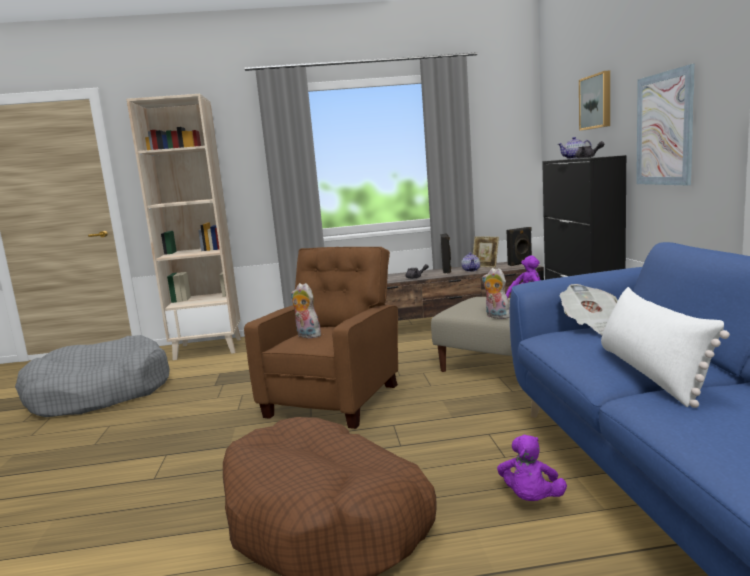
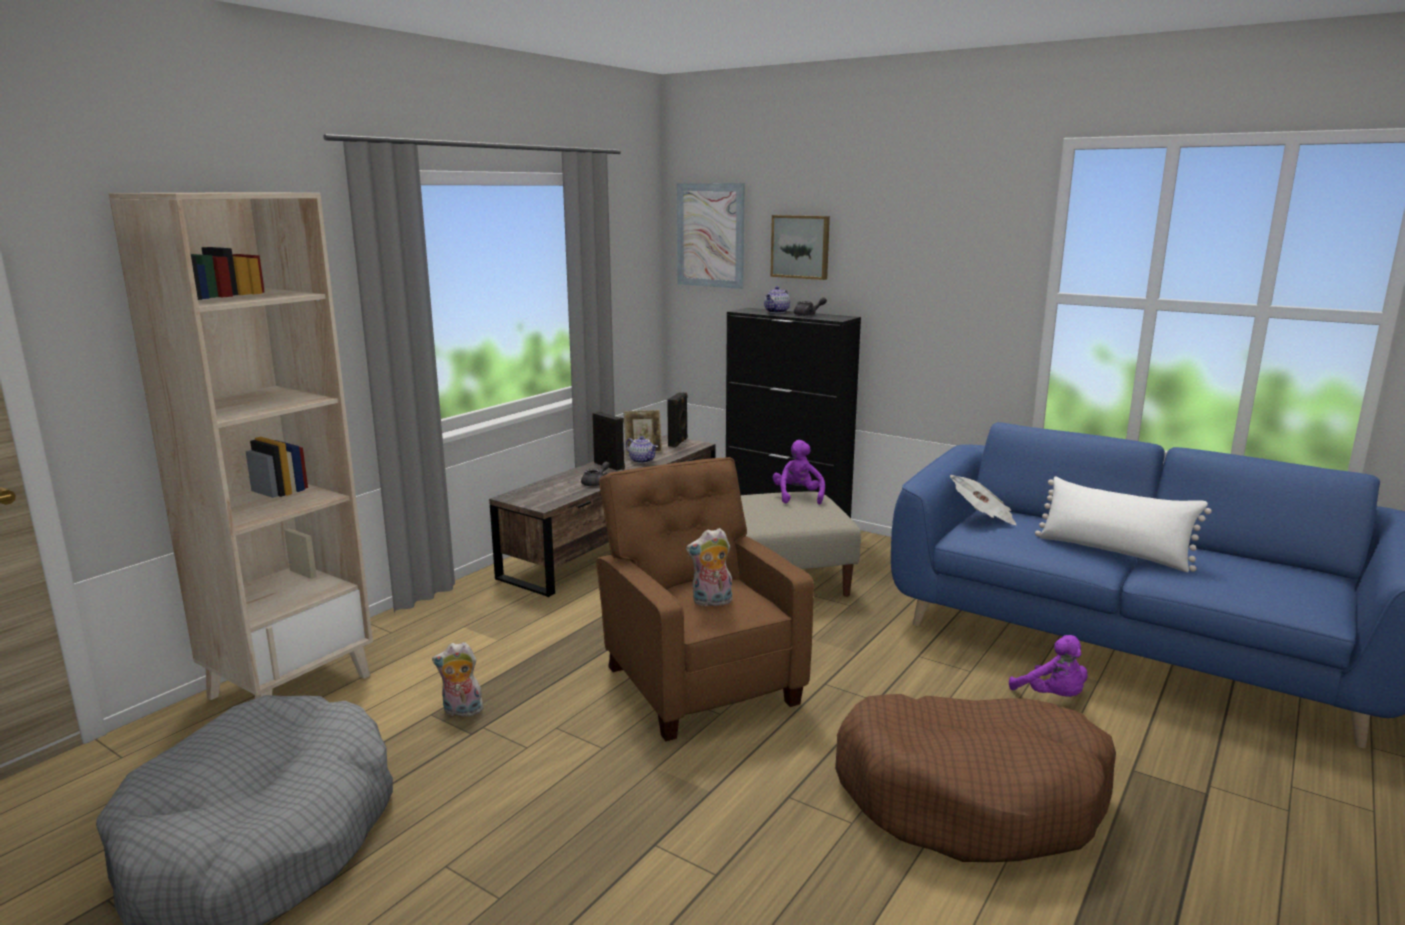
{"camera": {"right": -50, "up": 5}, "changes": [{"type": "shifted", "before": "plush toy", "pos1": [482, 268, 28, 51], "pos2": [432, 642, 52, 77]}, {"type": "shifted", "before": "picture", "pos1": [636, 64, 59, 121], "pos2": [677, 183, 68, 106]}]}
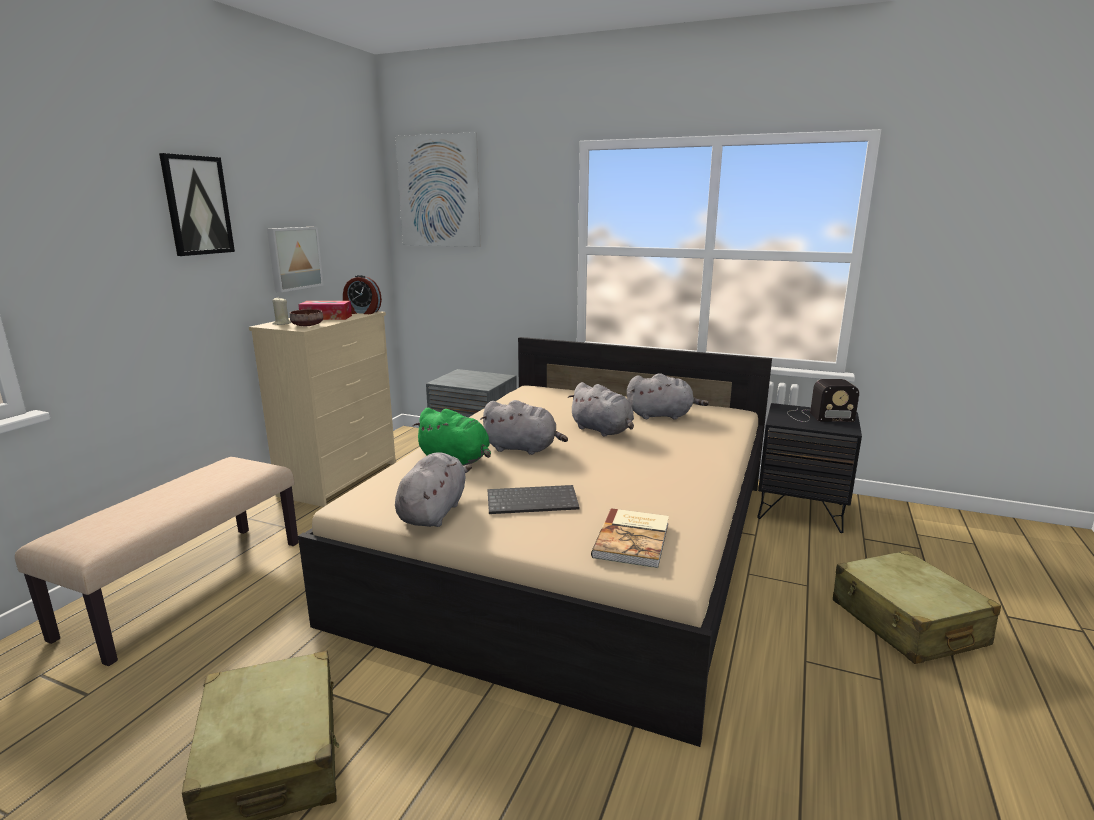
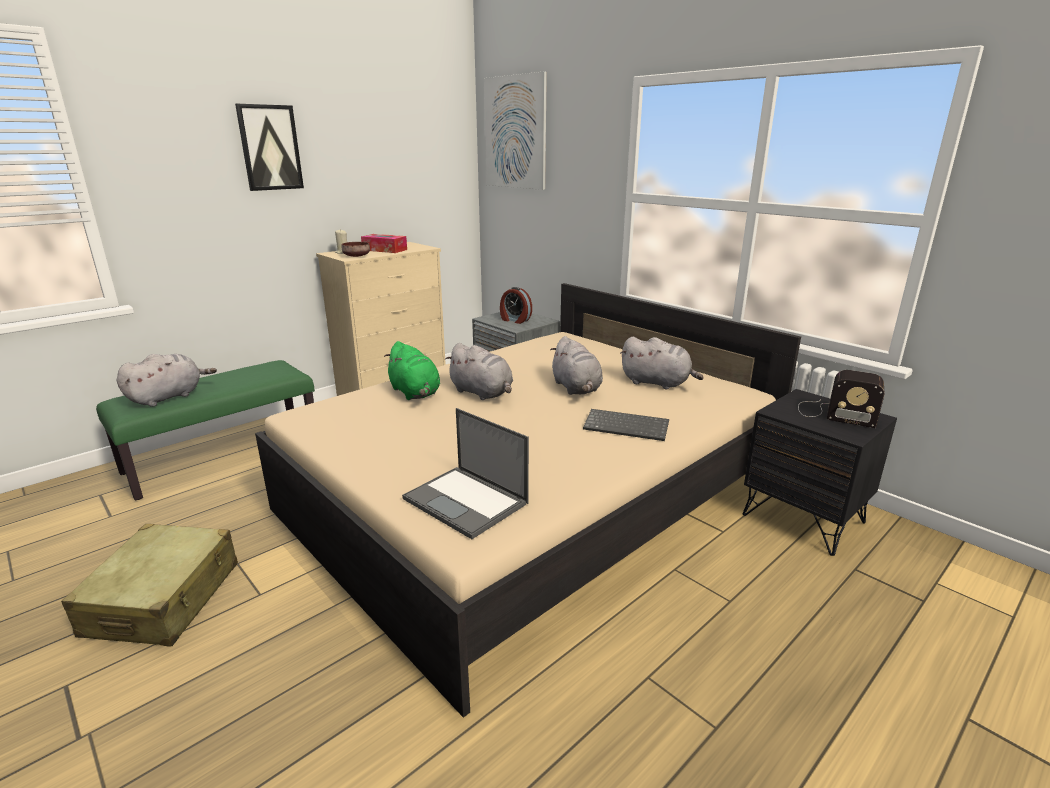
{"camera": {"right": 25, "up": 5}, "changes": [{"type": "gone", "before": "picture", "pos1": [267, 227, 57, 65]}, {"type": "gone", "before": "suitcase (beige-coloured)", "pos1": [833, 550, 168, 114]}, {"type": "shifted", "before": "alarm clock", "pos1": [343, 275, 39, 39], "pos2": [500, 287, 32, 37]}, {"type": "shifted", "before": "plush toy (grey)", "pos1": [395, 452, 77, 75], "pos2": [117, 354, 100, 53]}, {"type": "shifted", "before": "computer keyboard", "pos1": [488, 485, 91, 29], "pos2": [583, 409, 86, 32]}, {"type": "swapped", "before": "book", "after": "laptop", "pos1": [591, 508, 78, 60], "pos2": [402, 408, 127, 131]}, {"type": "repainted", "before": "bench (beige-coloured)", "after": "bench (green-coloured)", "pos1": [15, 457, 284, 209], "pos2": [96, 360, 219, 141]}]}
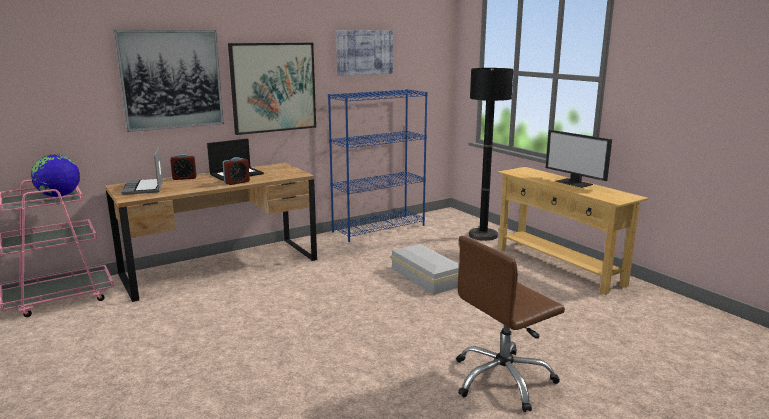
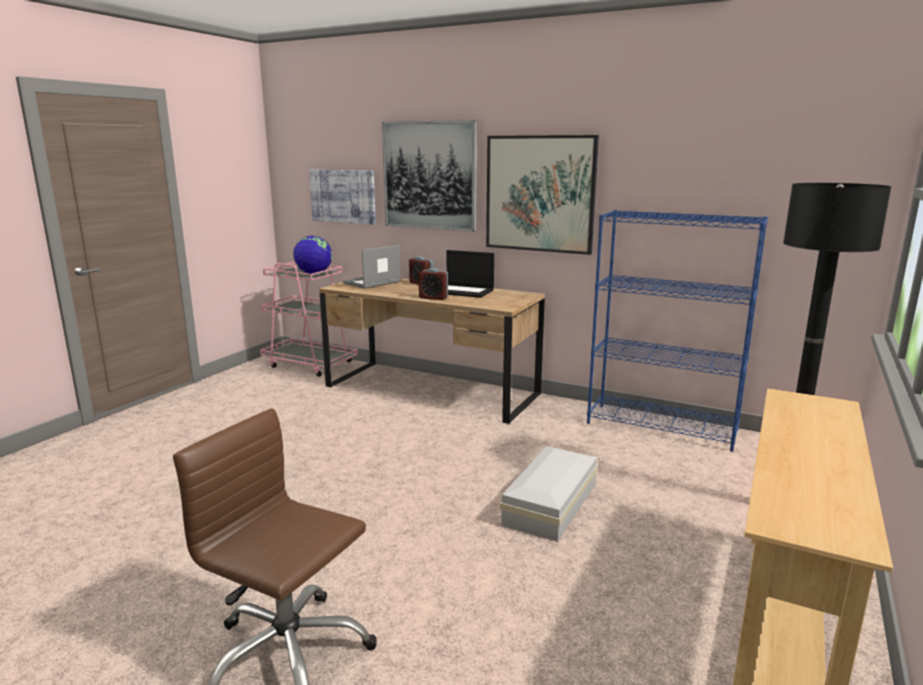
{"camera": {"right": 60, "up": 0}, "changes": [{"type": "gone", "before": "computer screen", "pos1": [546, 130, 66, 58]}, {"type": "shifted", "before": "picture", "pos1": [336, 30, 57, 46], "pos2": [309, 169, 67, 56]}]}
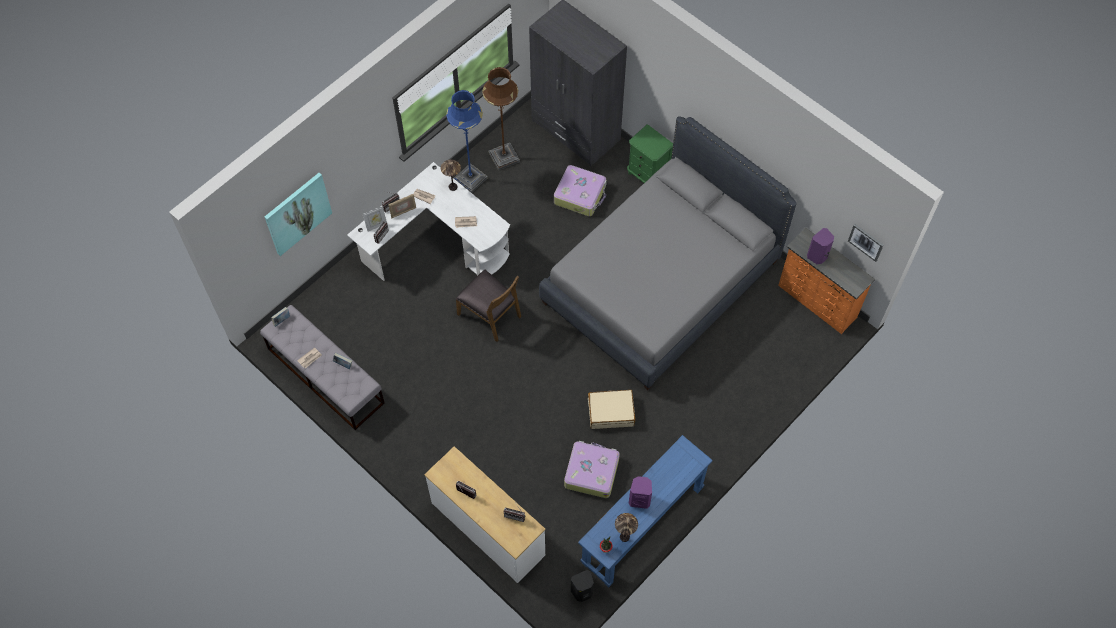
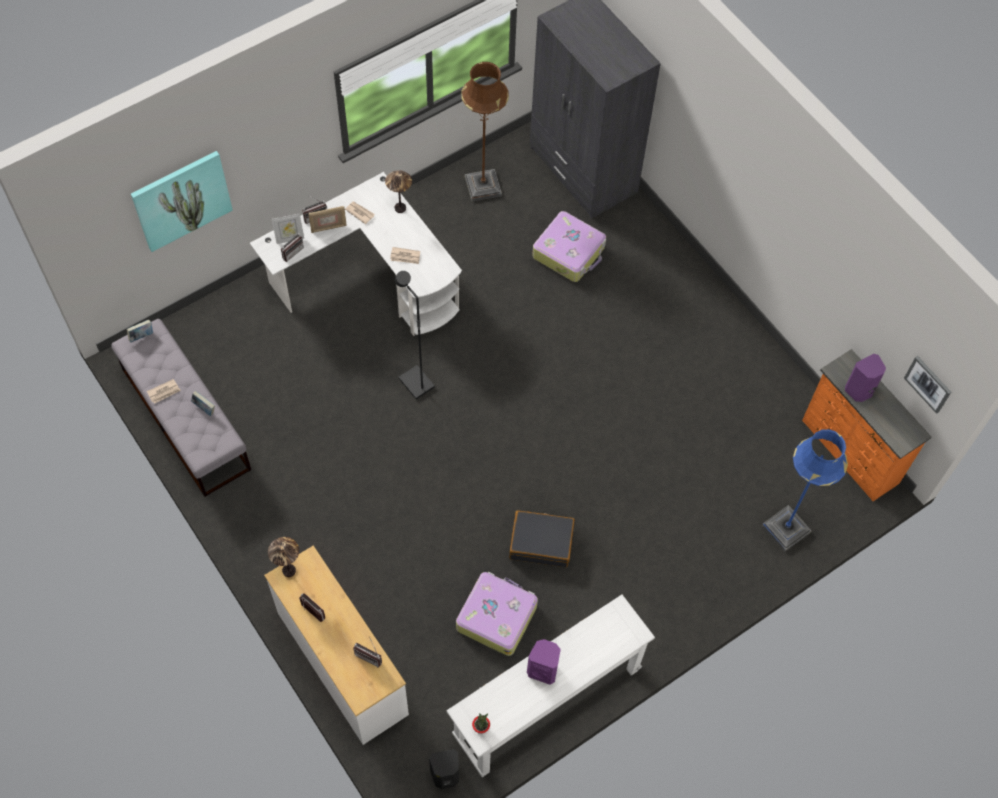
{"camera": {"right": 10, "up": 0}, "changes": [{"type": "gone", "before": "bed (grey)", "pos1": [539, 116, 258, 274]}, {"type": "gone", "before": "bedside table (green-coloured)", "pos1": [627, 124, 46, 59]}, {"type": "shifted", "before": "standard lamp (blue-coloured)", "pos1": [446, 90, 42, 103], "pos2": [762, 429, 86, 123]}, {"type": "shifted", "before": "table lamp", "pos1": [615, 513, 23, 29], "pos2": [268, 537, 31, 40]}, {"type": "swapped", "before": "upright chair (brown-coloured)", "after": "standard lamp (blackish)", "pos1": [456, 270, 65, 72], "pos2": [395, 271, 40, 128]}, {"type": "repainted", "before": "narrow table (blue-coloured)", "after": "narrow table (whitish)", "pos1": [578, 435, 135, 152], "pos2": [447, 594, 208, 183]}, {"type": "repainted", "before": "suitcase (beige-coloured)", "after": "suitcase (blackish)", "pos1": [588, 390, 47, 39], "pos2": [509, 510, 66, 57]}]}
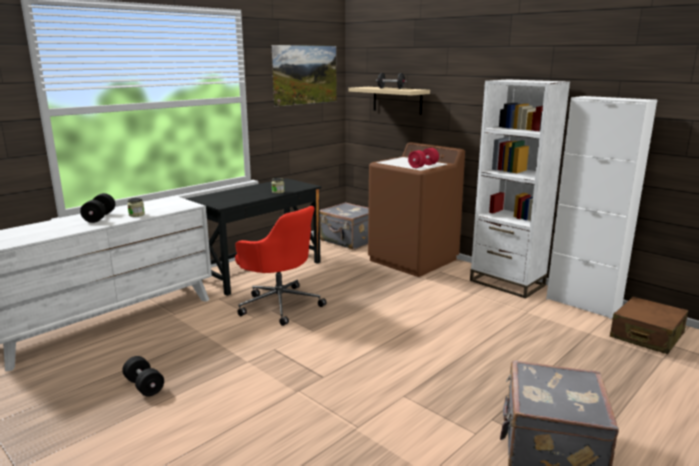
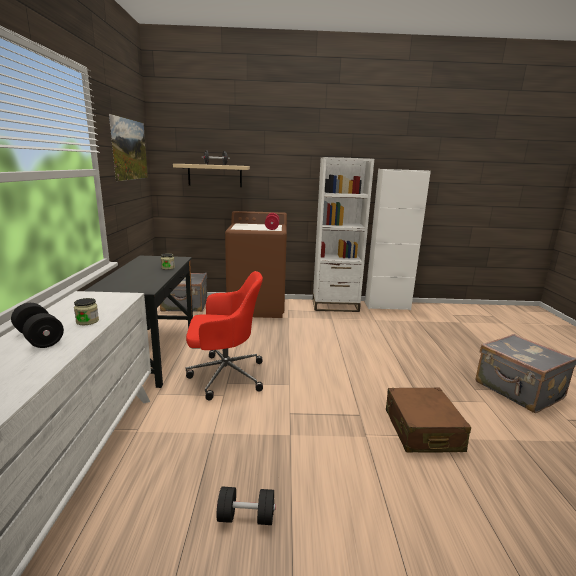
{"camera": {"right": -45, "up": 0}, "changes": [{"type": "shifted", "before": "suitcase (brown-coloured)", "pos1": [610, 297, 78, 57], "pos2": [386, 387, 85, 66]}]}
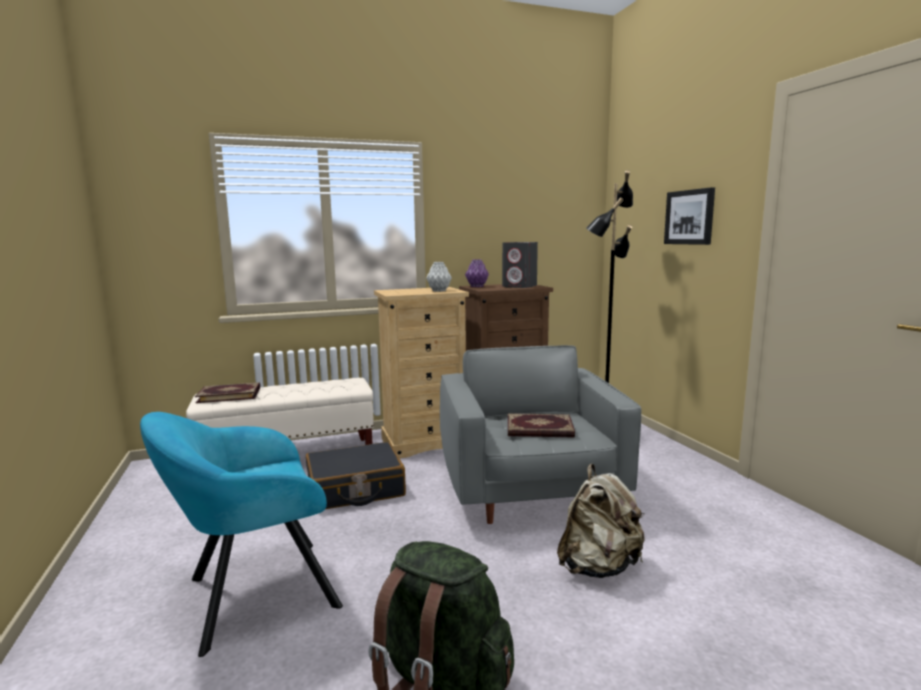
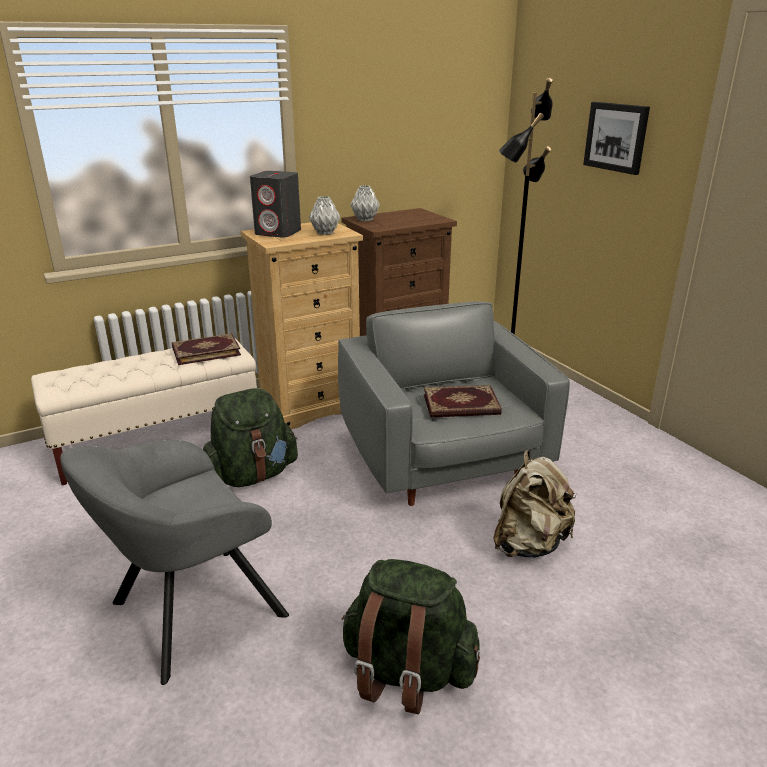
{"camera": {"right": -10, "up": 15}, "changes": [{"type": "shifted", "before": "book", "pos1": [195, 382, 65, 21], "pos2": [172, 333, 69, 32]}, {"type": "shifted", "before": "audio speaker (grey)", "pos1": [502, 242, 36, 46], "pos2": [250, 171, 51, 67]}, {"type": "swapped", "before": "suitcase (blackish)", "after": "knapsack (green-coloured)", "pos1": [306, 442, 100, 67], "pos2": [203, 388, 95, 99]}, {"type": "repainted", "before": "armchair (turquoise-coloured)", "after": "armchair (grey)", "pos1": [140, 412, 203, 245], "pos2": [60, 440, 229, 245]}, {"type": "repainted", "before": "decorative vase (purple)", "after": "decorative vase (grey)", "pos1": [465, 259, 24, 28], "pos2": [350, 185, 30, 36]}]}
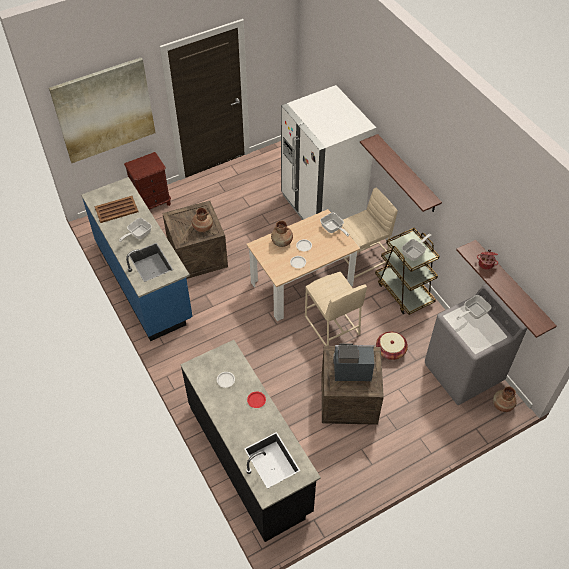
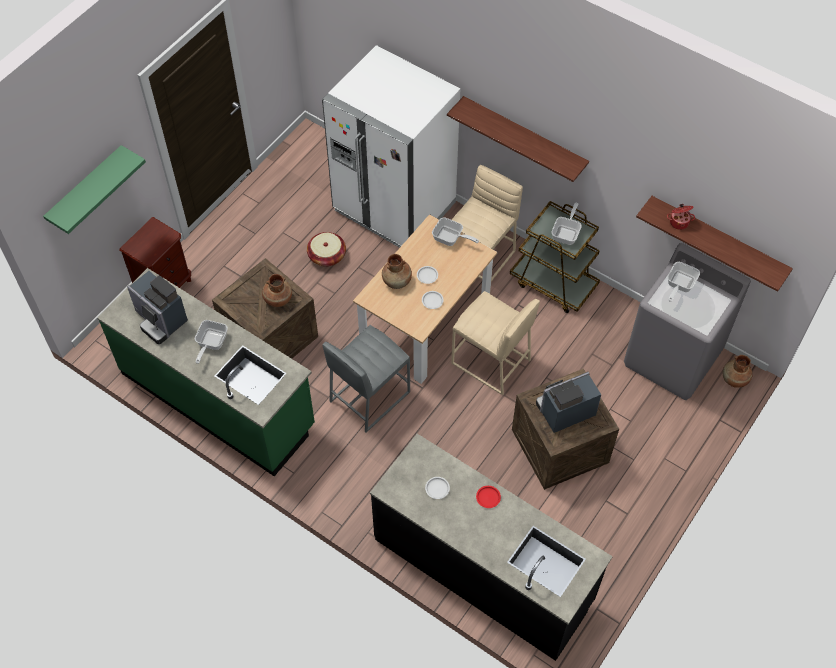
{"camera": {"right": -25, "up": 5}, "changes": [{"type": "new", "after": "sitting stool (grey)", "pos2": [322, 325, 88, 108]}, {"type": "shifted", "before": "household basket", "pos1": [376, 332, 32, 28], "pos2": [307, 232, 39, 35]}, {"type": "swapped", "before": "picture", "after": "wall shelf (green-coloured)", "pos1": [49, 58, 106, 105], "pos2": [43, 145, 103, 89]}, {"type": "swapped", "before": "serving tray (brown-coloured)", "after": "coffee brewer", "pos1": [94, 196, 45, 27], "pos2": [127, 271, 61, 73]}, {"type": "repainted", "before": "kitchen base unit (blue-coloured)", "after": "kitchen base unit (green-coloured)", "pos1": [81, 177, 112, 164], "pos2": [97, 268, 218, 208]}]}
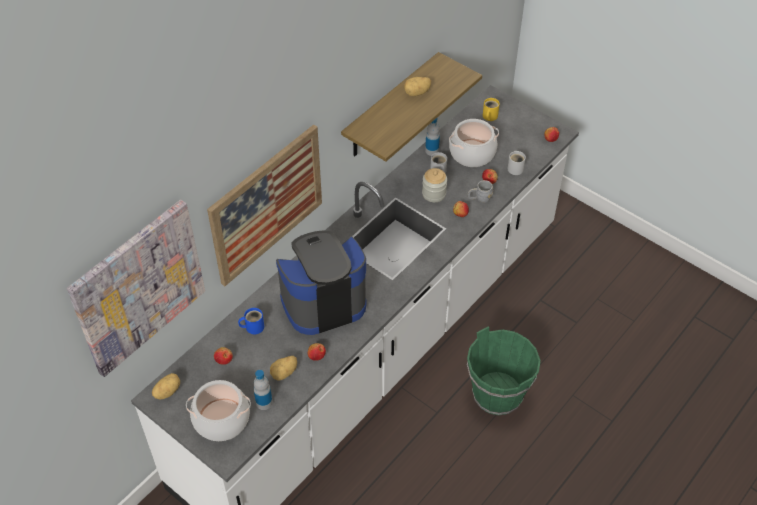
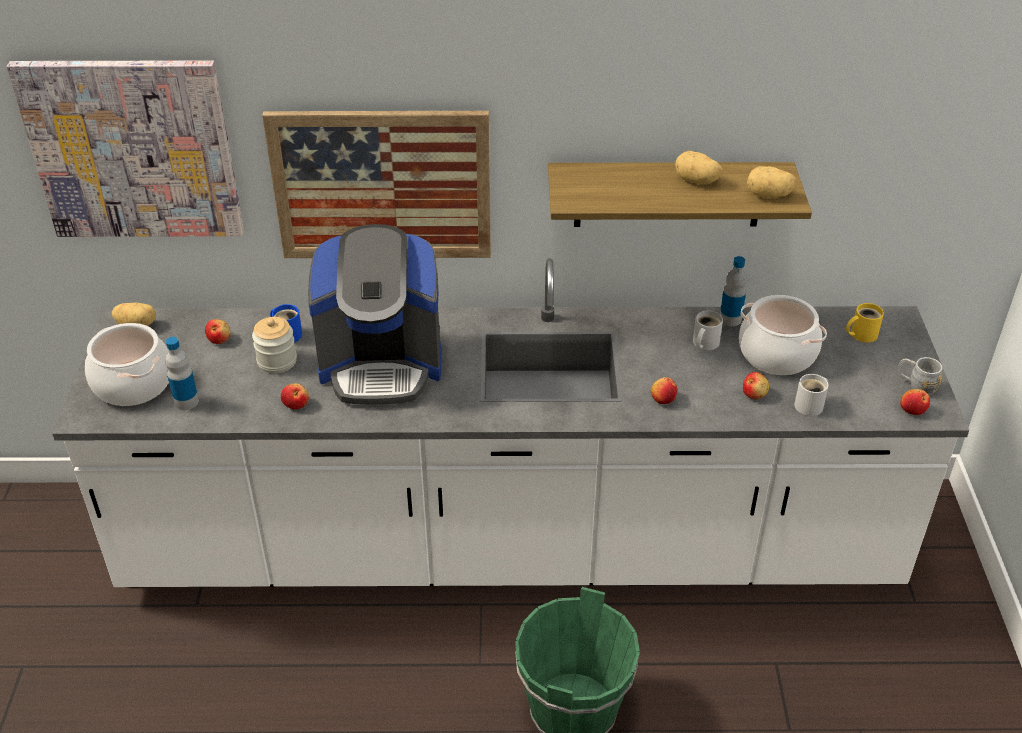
{"camera": {"right": 50, "up": -10}, "changes": [{"type": "shifted", "before": "potato", "pos1": [270, 356, 27, 25], "pos2": [747, 166, 49, 32]}, {"type": "shifted", "before": "storage jar", "pos1": [422, 168, 25, 34], "pos2": [252, 317, 45, 57]}, {"type": "shifted", "before": "coffee mug (grey)", "pos1": [468, 180, 25, 23], "pos2": [898, 357, 45, 38]}, {"type": "rotated", "before": "coffee brewer", "pos1": [276, 230, 90, 105], "pos2": [308, 224, 134, 181], "turn": 150}]}
